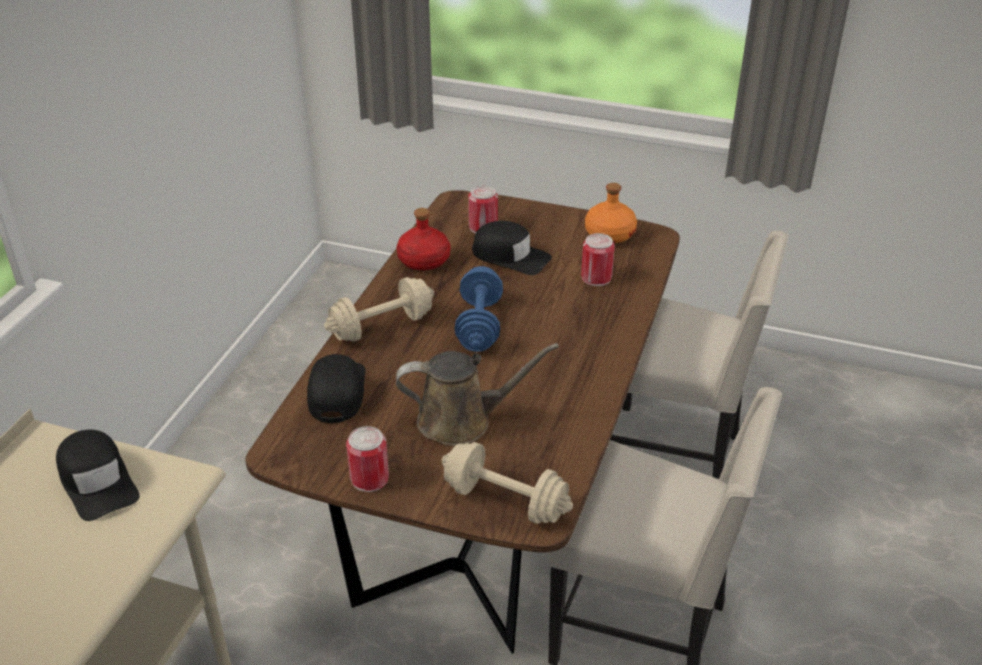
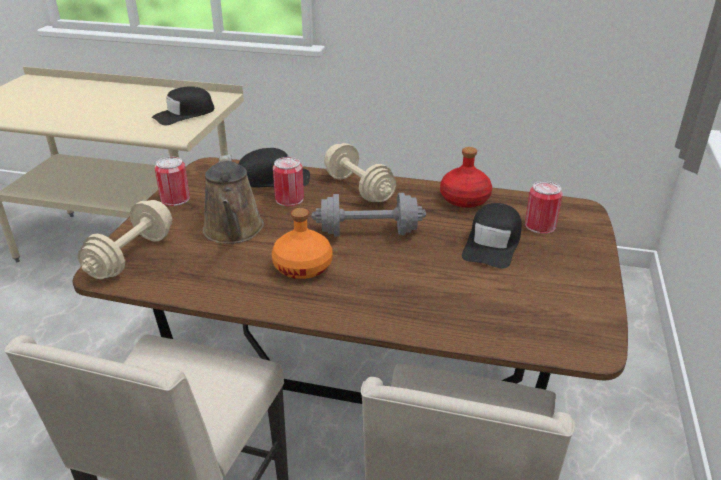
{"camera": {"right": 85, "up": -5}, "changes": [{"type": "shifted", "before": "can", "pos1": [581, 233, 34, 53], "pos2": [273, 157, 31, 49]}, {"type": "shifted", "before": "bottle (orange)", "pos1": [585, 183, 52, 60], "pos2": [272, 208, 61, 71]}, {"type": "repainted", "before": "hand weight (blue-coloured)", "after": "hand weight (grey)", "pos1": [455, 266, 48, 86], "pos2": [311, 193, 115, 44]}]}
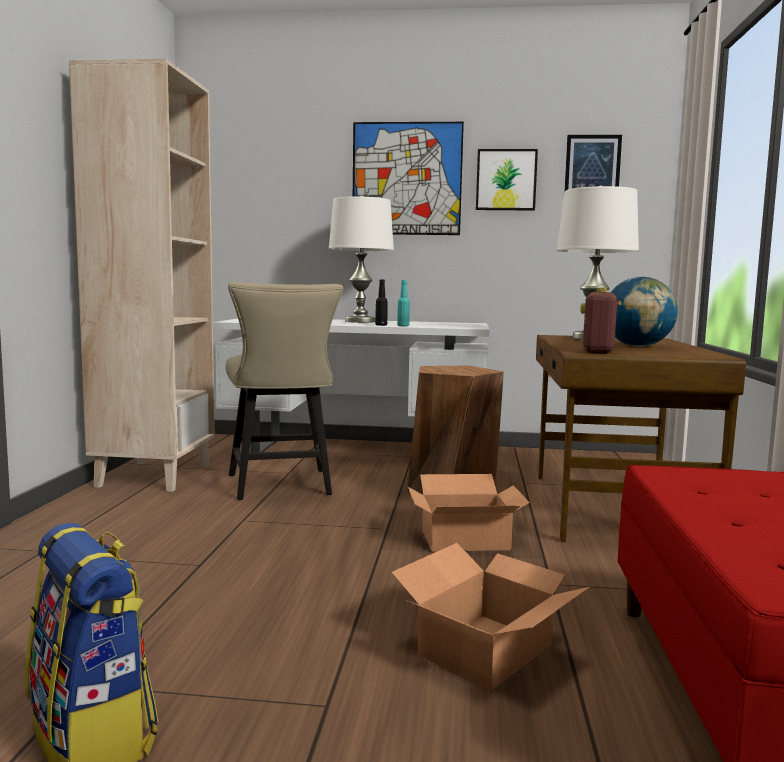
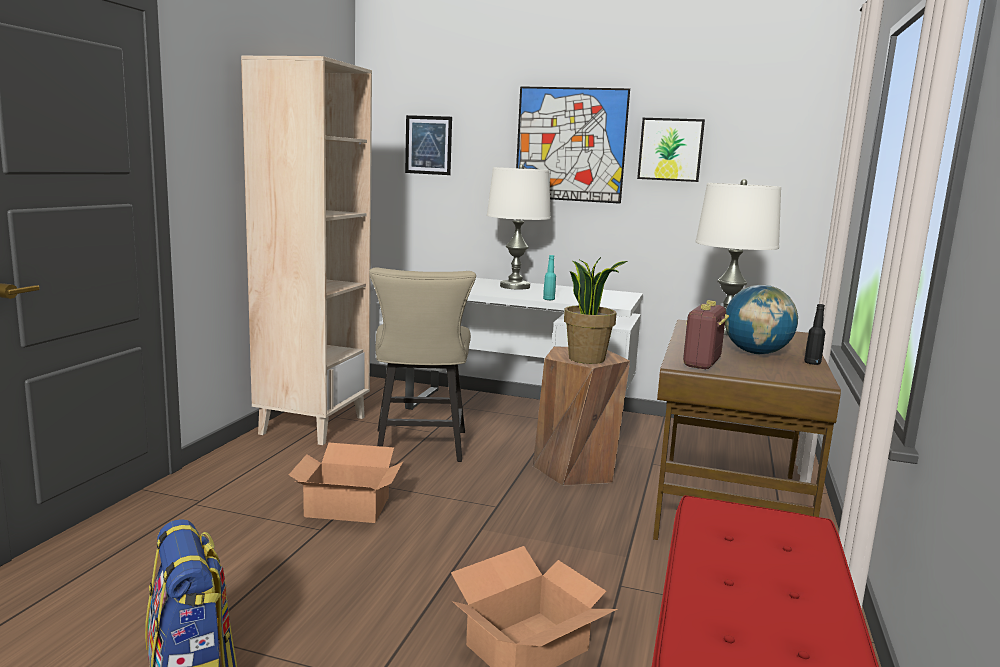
{"camera": {"right": 10, "up": 5}, "changes": [{"type": "new", "after": "potted plant", "pos2": [564, 257, 63, 107]}, {"type": "shifted", "before": "bottle (blackish)", "pos1": [375, 280, 13, 46], "pos2": [804, 304, 21, 61]}, {"type": "shifted", "before": "cardboard box", "pos1": [408, 474, 122, 78], "pos2": [289, 443, 114, 80]}, {"type": "shifted", "before": "picture", "pos1": [564, 135, 58, 59], "pos2": [405, 115, 47, 60]}]}
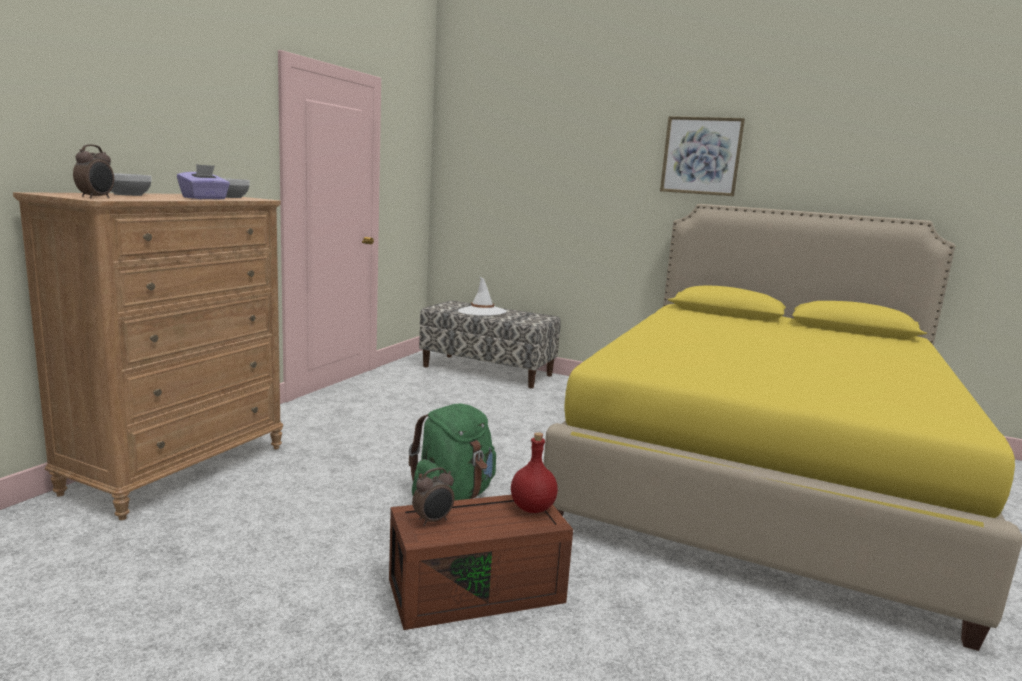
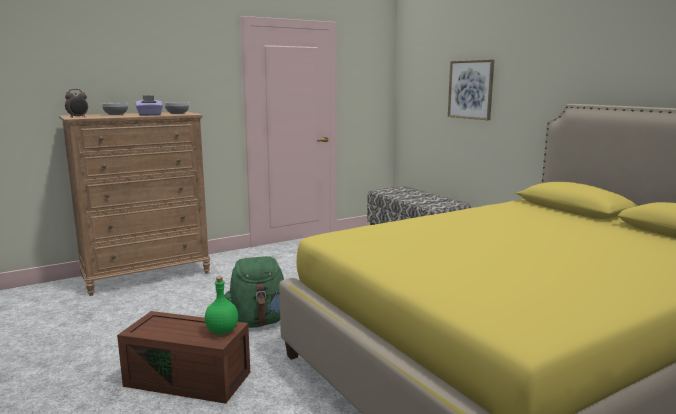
{"camera": {"right": 35, "up": 0}, "changes": [{"type": "gone", "before": "alarm clock", "pos1": [412, 468, 42, 58]}, {"type": "gone", "before": "clothing hat (whitish)", "pos1": [458, 277, 48, 39]}, {"type": "shifted", "before": "picture", "pos1": [660, 116, 85, 80], "pos2": [448, 60, 46, 60]}, {"type": "repainted", "before": "bottle (reddish)", "after": "bottle (green-coloured)", "pos1": [511, 432, 47, 81], "pos2": [205, 277, 33, 57]}]}
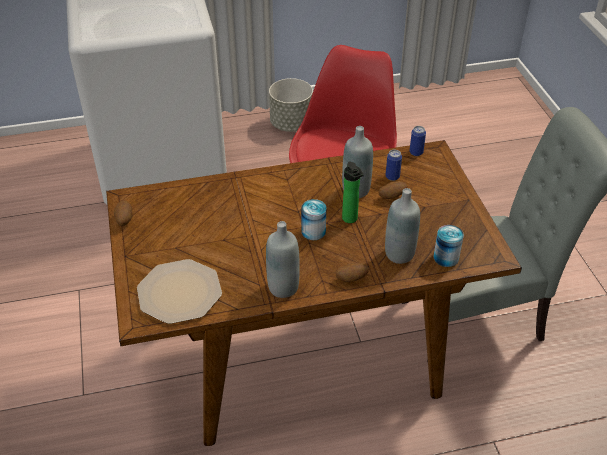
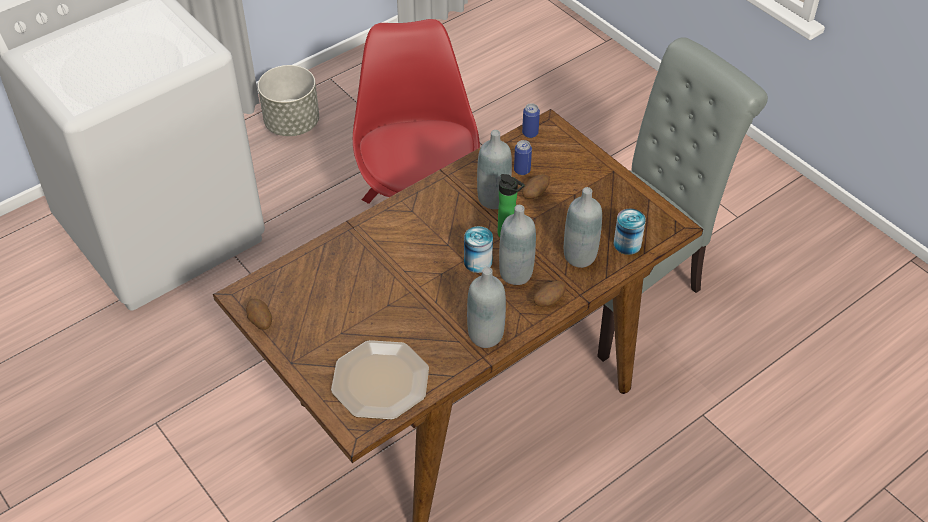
{"camera": {"right": -25, "up": 5}, "changes": [{"type": "new", "after": "bottle (grey)", "pos2": [499, 205, 37, 80]}]}
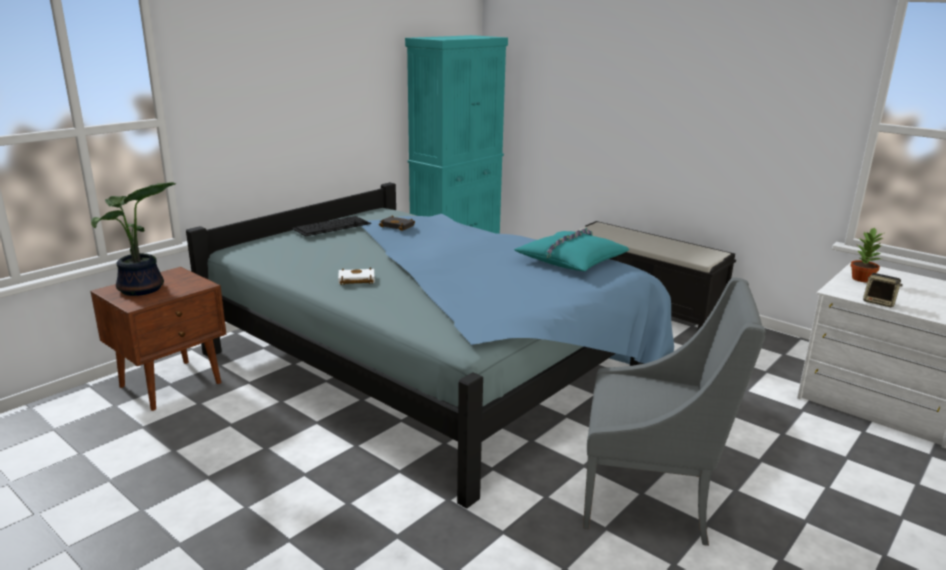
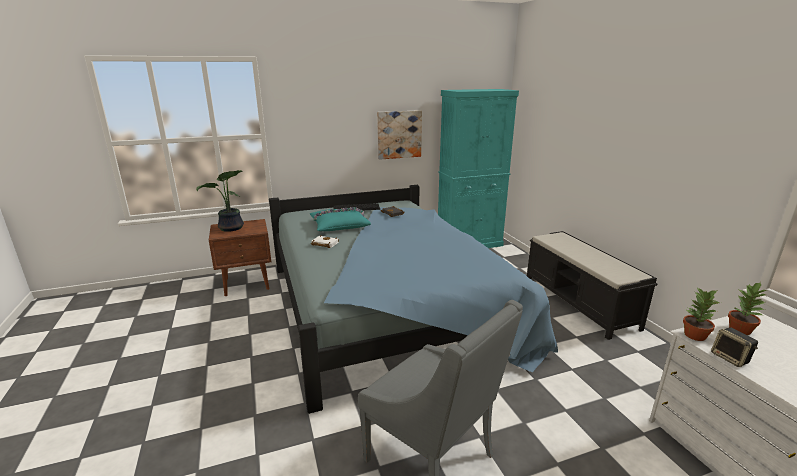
{"camera": {"right": 30, "up": 0}, "changes": [{"type": "new", "after": "picture", "pos2": [377, 110, 45, 50]}, {"type": "new", "after": "potted plant", "pos2": [683, 288, 36, 53]}, {"type": "shifted", "before": "throw pillow (turquoise-coloured)", "pos1": [514, 228, 115, 43], "pos2": [310, 207, 61, 24]}]}
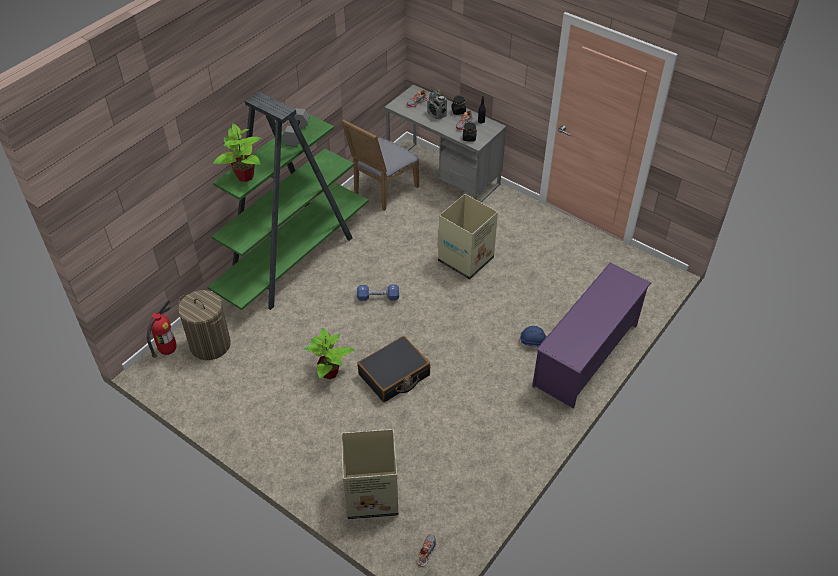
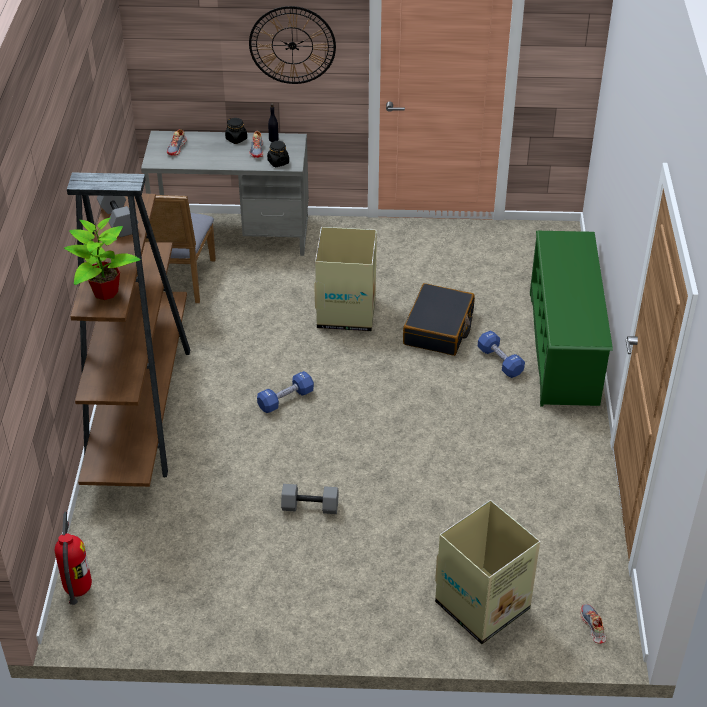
{"camera": {"right": -35, "up": -5}, "changes": [{"type": "gone", "before": "washing basket", "pos1": [178, 290, 53, 70]}, {"type": "gone", "before": "radio set", "pos1": [427, 89, 20, 30]}, {"type": "new", "after": "wall clock", "pos2": [249, 6, 87, 78]}, {"type": "shifted", "before": "suitcase (blackish)", "pos1": [357, 336, 73, 66], "pos2": [403, 283, 72, 73]}, {"type": "swapped", "before": "potted plant", "after": "hand weight (grey)", "pos1": [304, 328, 51, 51], "pos2": [281, 484, 58, 30]}, {"type": "swapped", "before": "safety helmet (blue-coloured)", "after": "hand weight (blue-coloured)", "pos1": [519, 326, 28, 22], "pos2": [477, 331, 48, 47]}, {"type": "repainted", "before": "bookshelf (green-coloured)", "after": "bookshelf (brown-coloured)", "pos1": [207, 91, 161, 219], "pos2": [67, 172, 123, 315]}, {"type": "repainted", "before": "shoe shelf (purple)", "after": "shoe shelf (green-coloured)", "pos1": [532, 263, 119, 145], "pos2": [530, 231, 83, 175]}]}
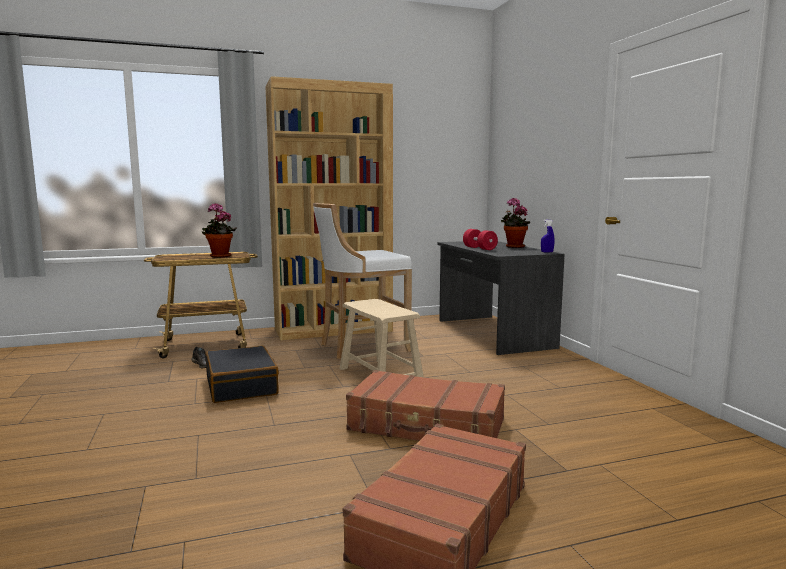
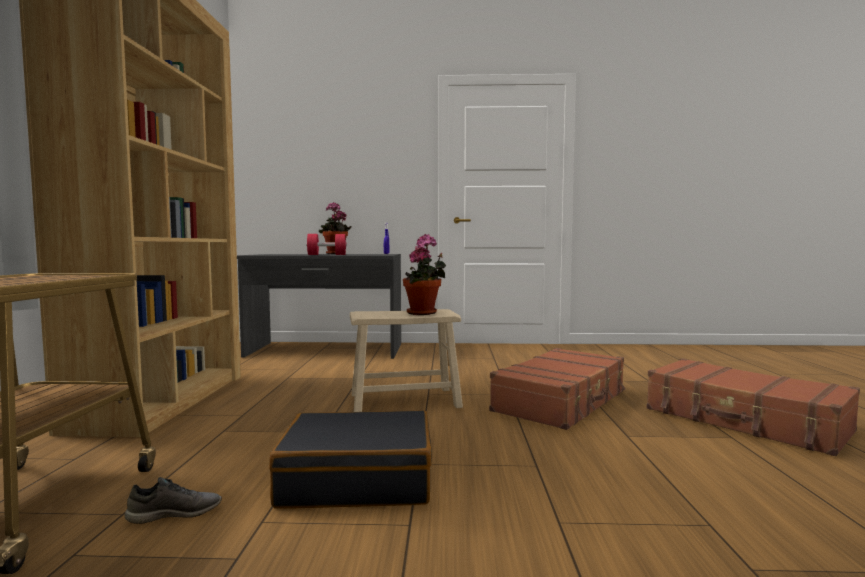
{"camera": {"right": -70, "up": -5}, "changes": [{"type": "gone", "before": "sitting stool (whitish)", "pos1": [313, 203, 99, 156]}, {"type": "shifted", "before": "potted plant", "pos1": [202, 203, 35, 55], "pos2": [403, 234, 43, 81]}]}
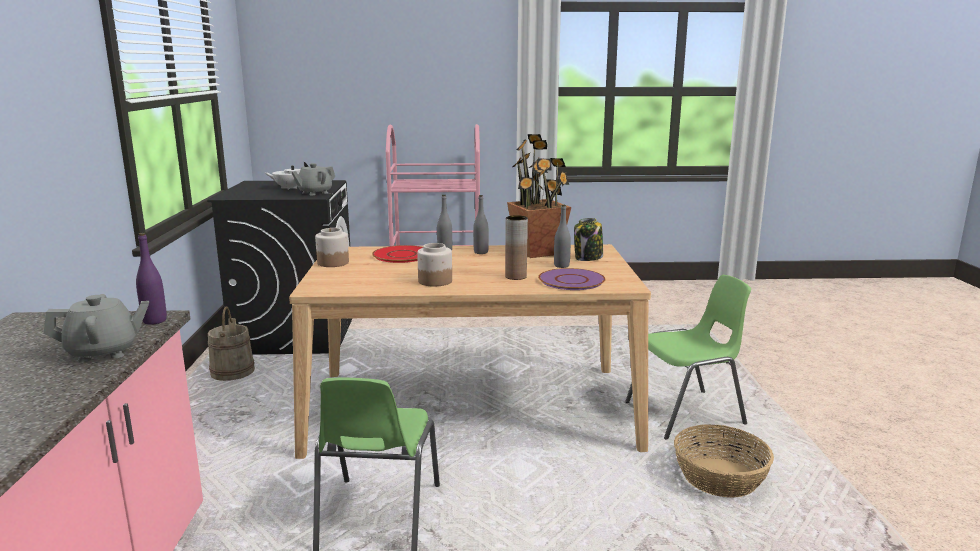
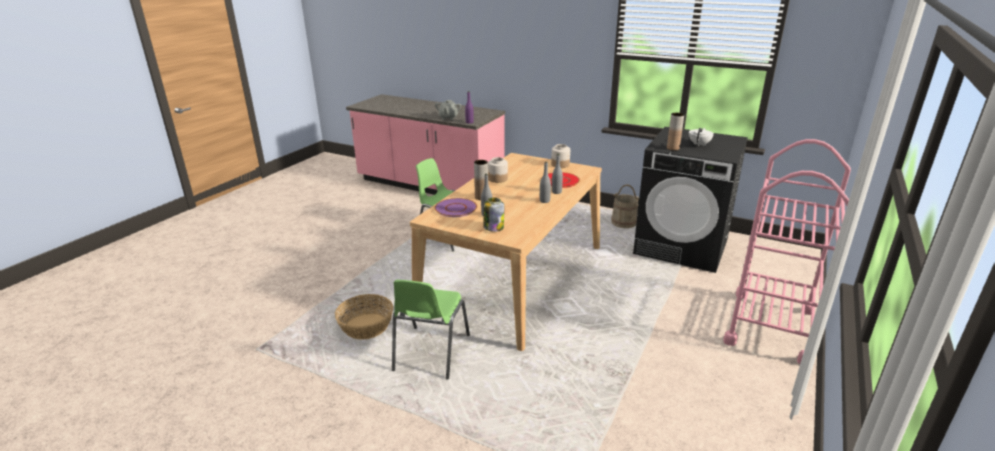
{"camera": {"right": 120, "up": 10}, "changes": [{"type": "gone", "before": "potted plant", "pos1": [507, 134, 65, 124]}, {"type": "swapped", "before": "teapot (grey)", "after": "decorative vase (brown-coloured)", "pos1": [291, 163, 44, 32], "pos2": [667, 113, 17, 38]}]}
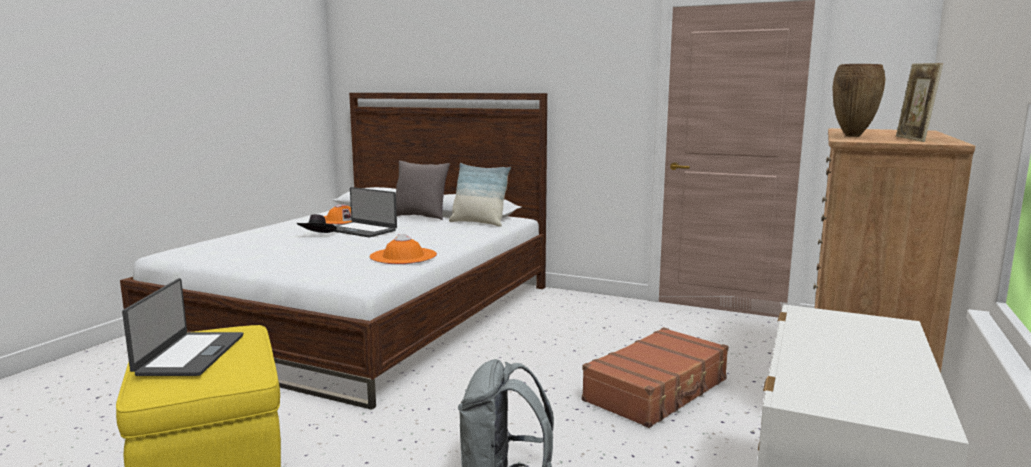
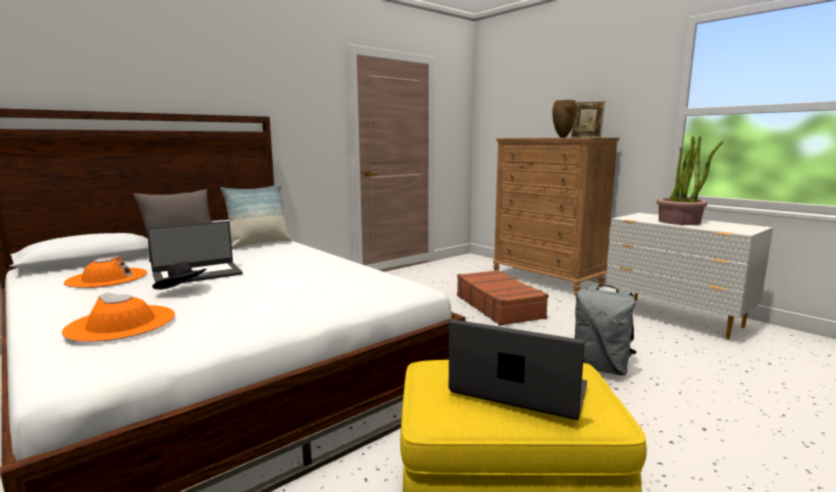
{"camera": {"right": -65, "up": 0}, "changes": [{"type": "new", "after": "potted plant", "pos2": [656, 136, 67, 89]}, {"type": "shifted", "before": "clothing hat (orange)", "pos1": [370, 234, 67, 30], "pos2": [62, 293, 113, 49]}]}
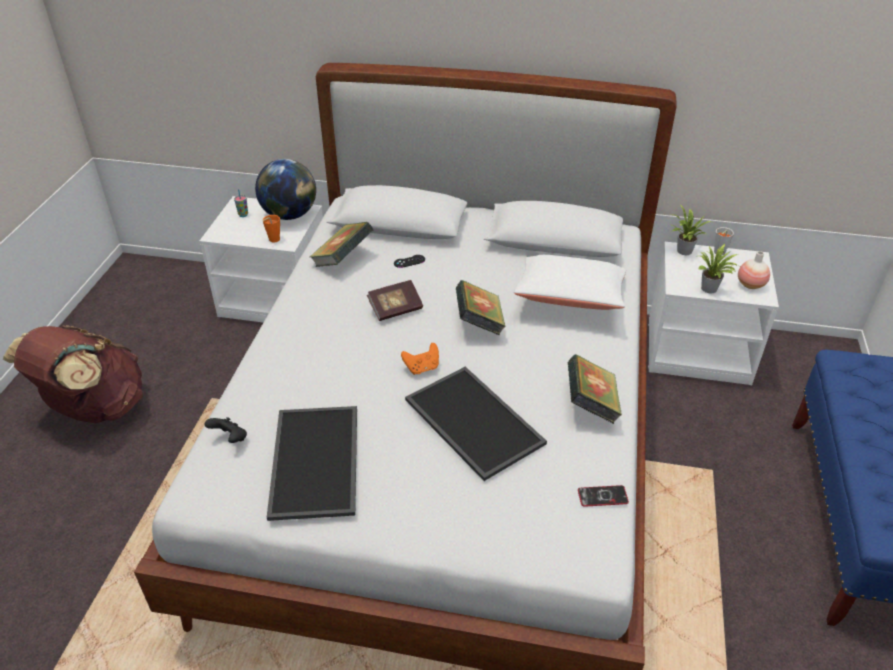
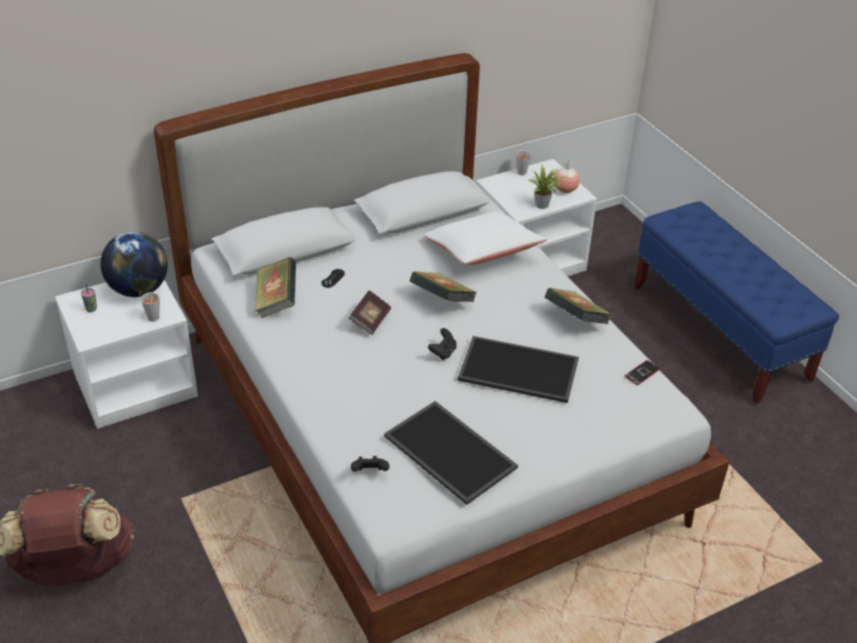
{"camera": {"right": -40, "up": 0}, "changes": [{"type": "gone", "before": "potted plant", "pos1": [671, 205, 41, 50]}, {"type": "repainted", "before": "drinking cup (orange)", "after": "drinking cup (grey)", "pos1": [262, 215, 18, 27], "pos2": [141, 292, 19, 30]}, {"type": "repainted", "before": "gamepad (orange)", "after": "gamepad (blackish)", "pos1": [401, 343, 38, 32], "pos2": [428, 328, 29, 32]}]}
